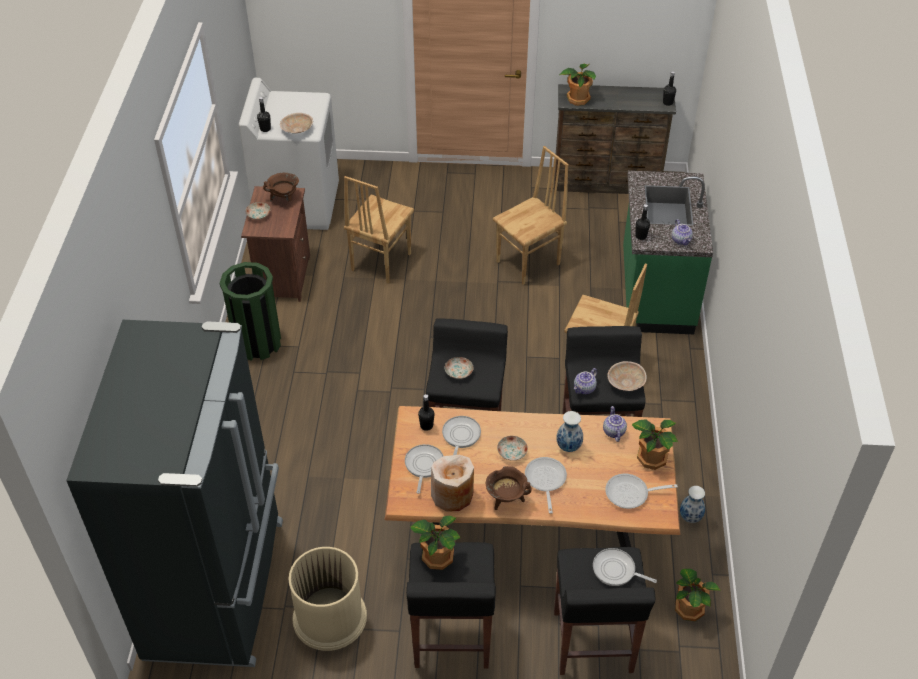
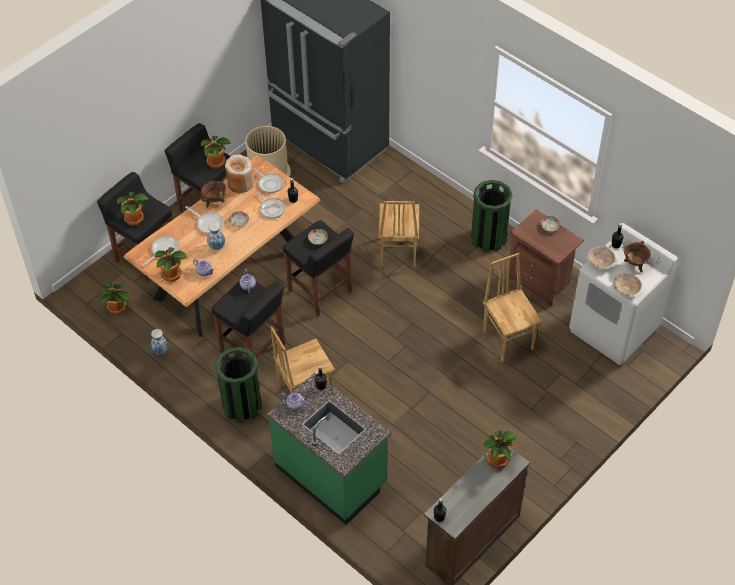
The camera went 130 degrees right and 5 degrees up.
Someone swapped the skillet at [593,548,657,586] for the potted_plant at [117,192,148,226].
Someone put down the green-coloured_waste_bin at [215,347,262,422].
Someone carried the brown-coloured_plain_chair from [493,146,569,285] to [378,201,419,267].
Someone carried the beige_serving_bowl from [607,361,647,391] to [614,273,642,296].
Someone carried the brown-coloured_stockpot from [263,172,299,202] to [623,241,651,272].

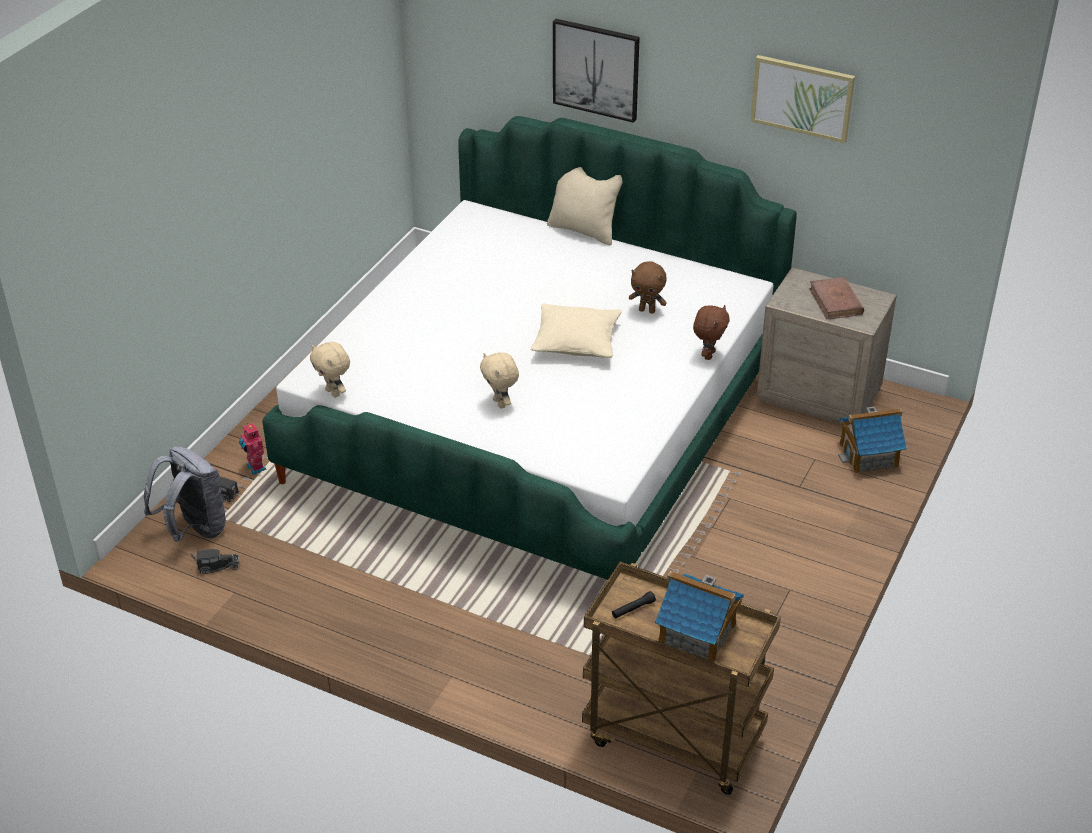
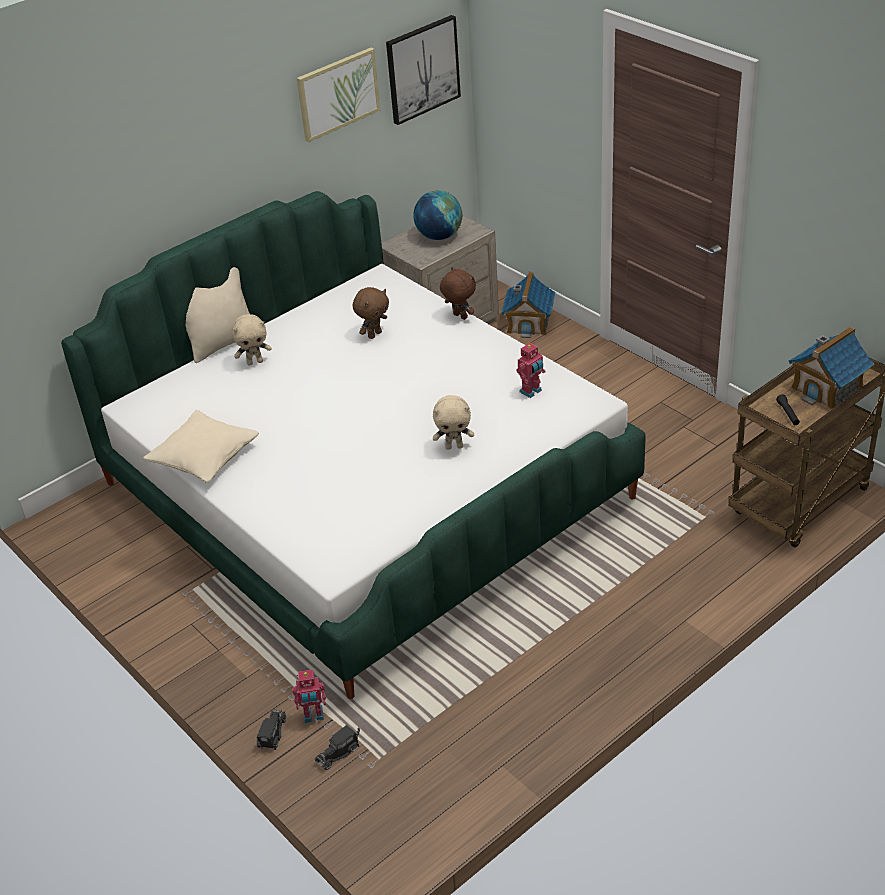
The camera went 65 degrees left and 0 degrees up.
Someone carried the beige_pillow from [531,303,622,358] to [143,410,259,483].
Someone carried the beige_cuddly_toy from [310,342,350,397] to [232,314,272,366].
Someone carried the toy_lorry from [191,549,239,574] to [257,709,286,750].
Someone carried the picture from [553,19,640,123] to [386,15,461,125].
Someone swapped the brown-coloured_book at [809,277,864,319] for the globe at [413,190,462,240].
Someone put down the robot_figure at [516,343,546,398].
Someone took away the grey_rucksack at [144,446,226,542].

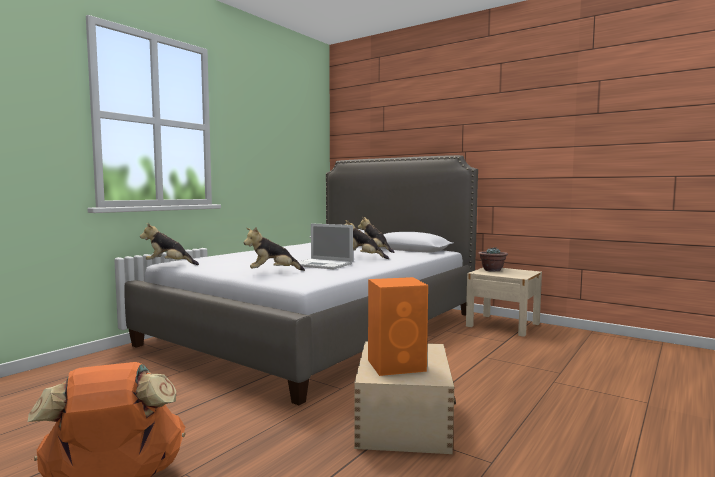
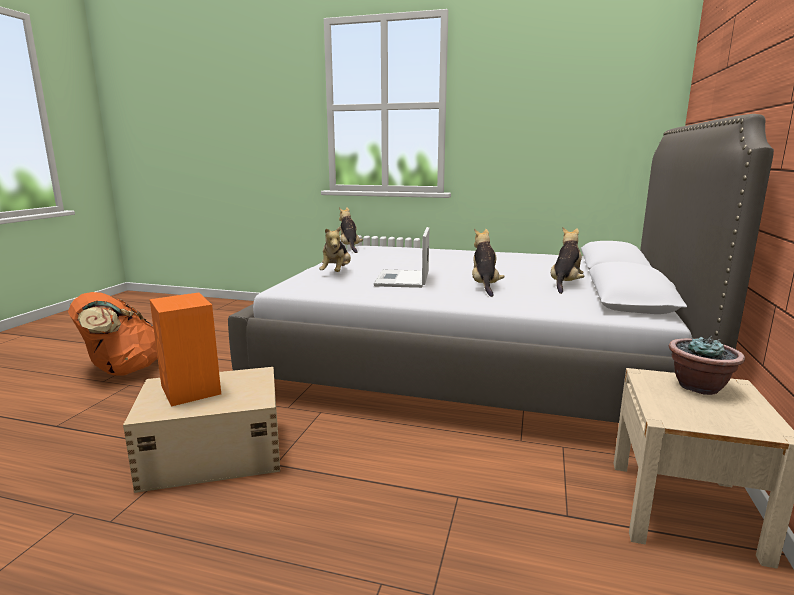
The camera went 70 degrees right and 10 degrees up.
Someone rotated the cuddly_toy at [244,227,305,271] by 135 degrees counterclockwise.

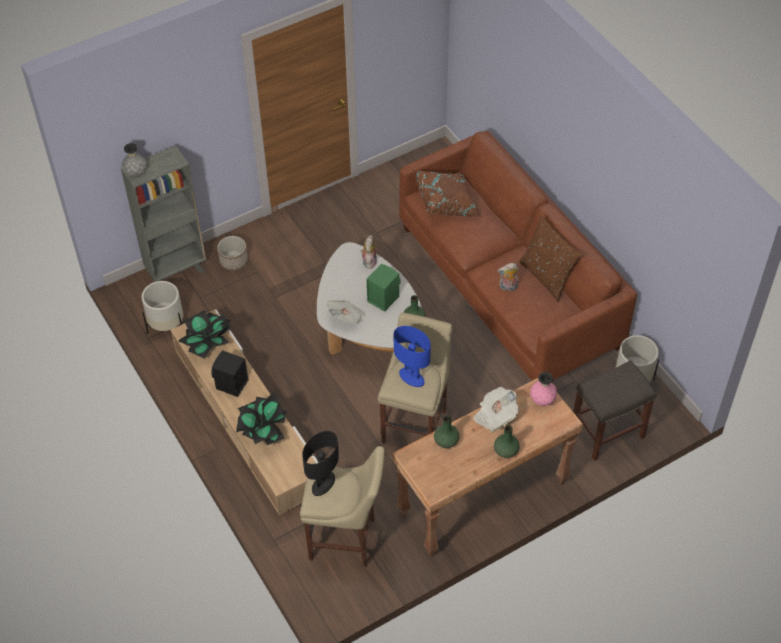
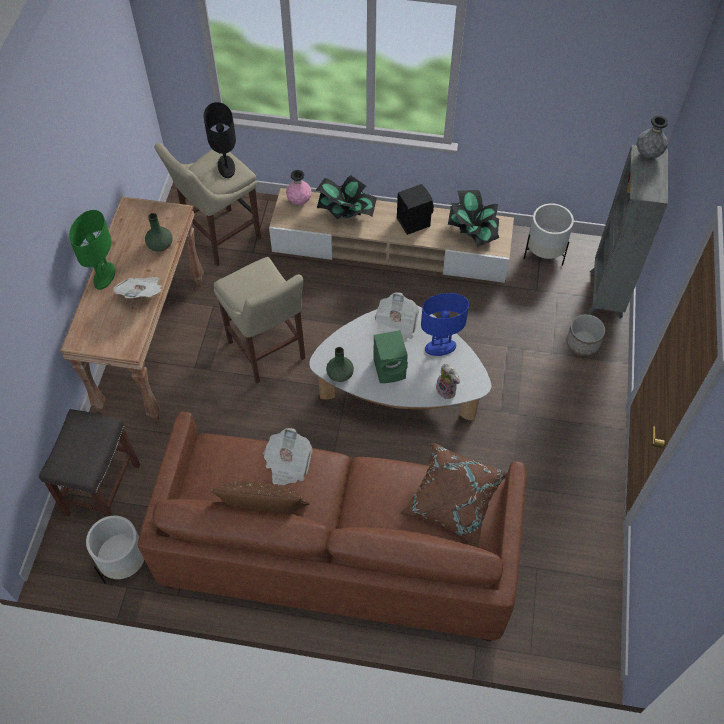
The camera went 130 degrees right and 5 degrees up.
Someone swapped the green-coloured_decorative_vase at [494,425,520,458] for the green-coloured_table_lamp at [69,210,115,290].
Someone swapped the cuddly_toy at [498,263,518,291] for the printed_paper at [263,428,313,485].
Someone carried the pink_decorative_vase from [530,372,557,406] to [286,170,312,205].
Someone carried the bluish_table_lamp from [394,326,431,387] to [421,293,469,356].

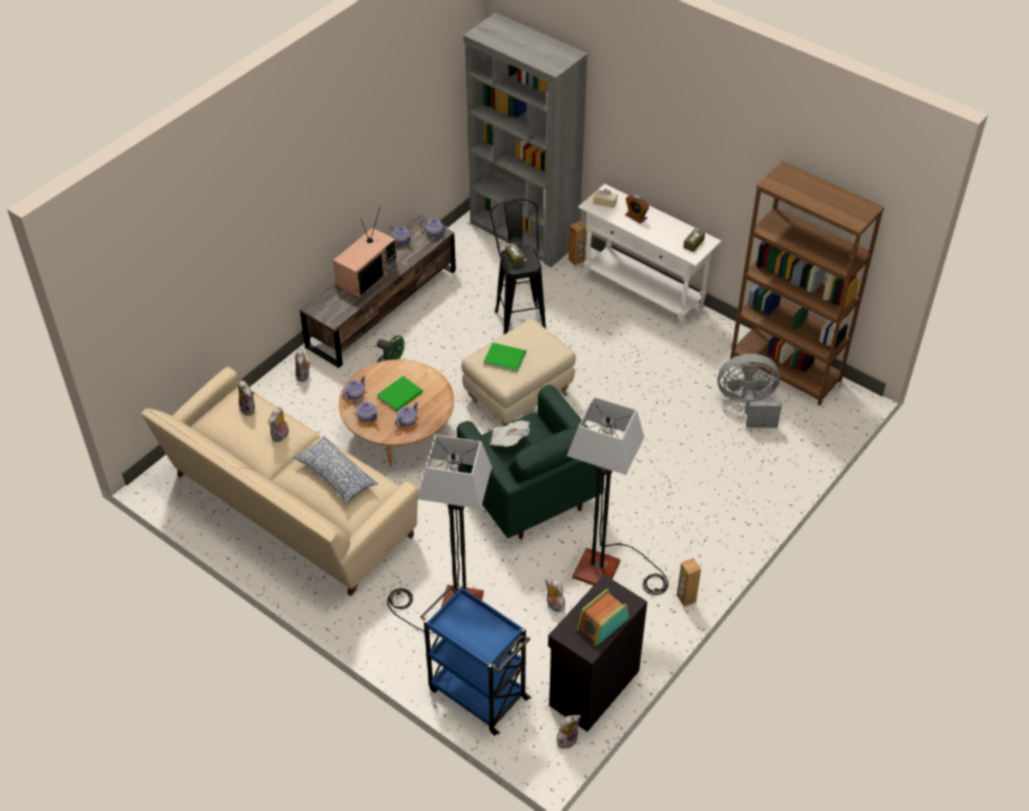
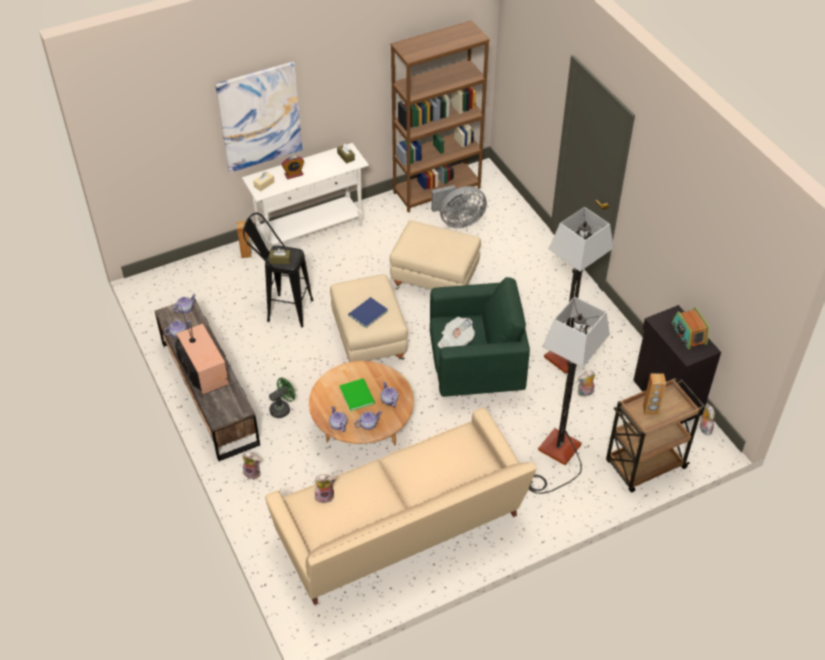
The camera went 65 degrees left and 0 degrees up.
Someone put up the picture at [215,62,302,173].
Someone repainted the green-coloured_book at [484,342,526,372], which became the bluish_book at [348,297,388,328].
Someone put down the beige_footrest at [390,220,481,290].
Someone rotated the grey_fan at [718,354,782,428] by 135 degrees counterclockwise.
Someone repainted the bluish_cart at [420,585,531,736], which became the brown-coloured_cart at [606,378,705,493].
Someone carried the brown-coloured_speaker from [677,558,701,607] to [643,374,666,415].
Someone took away the cuddly_toy at [268,407,289,442].
Someone took away the pillow at [294,436,378,504].
Someone took away the grey_shelving_unit at [463,13,588,267].

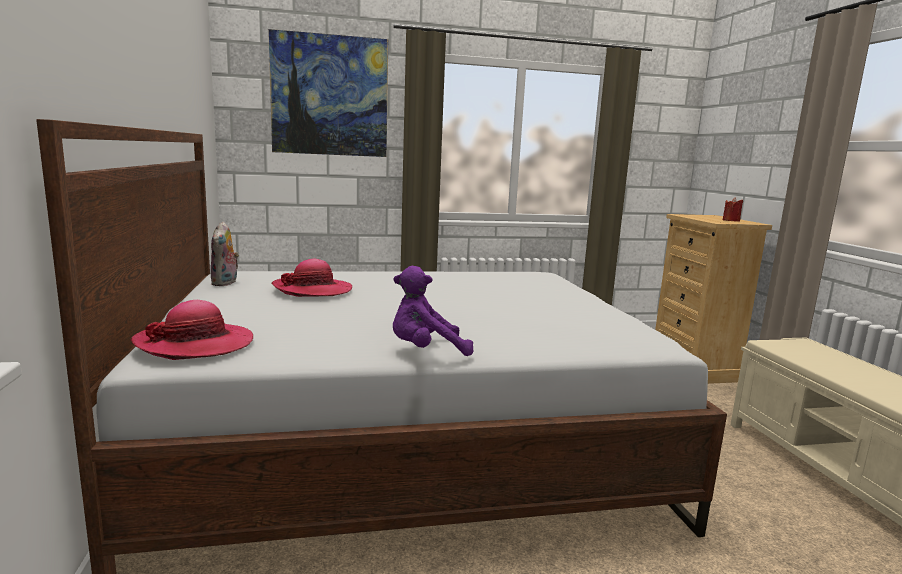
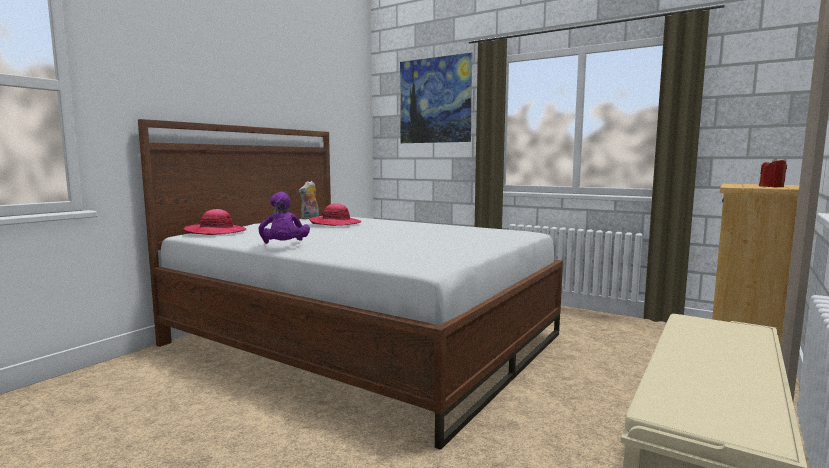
The camera went 45 degrees right and 5 degrees down.
Someone rotated the purple_cuddly_toy at [393,266,473,356] by 135 degrees counterclockwise.

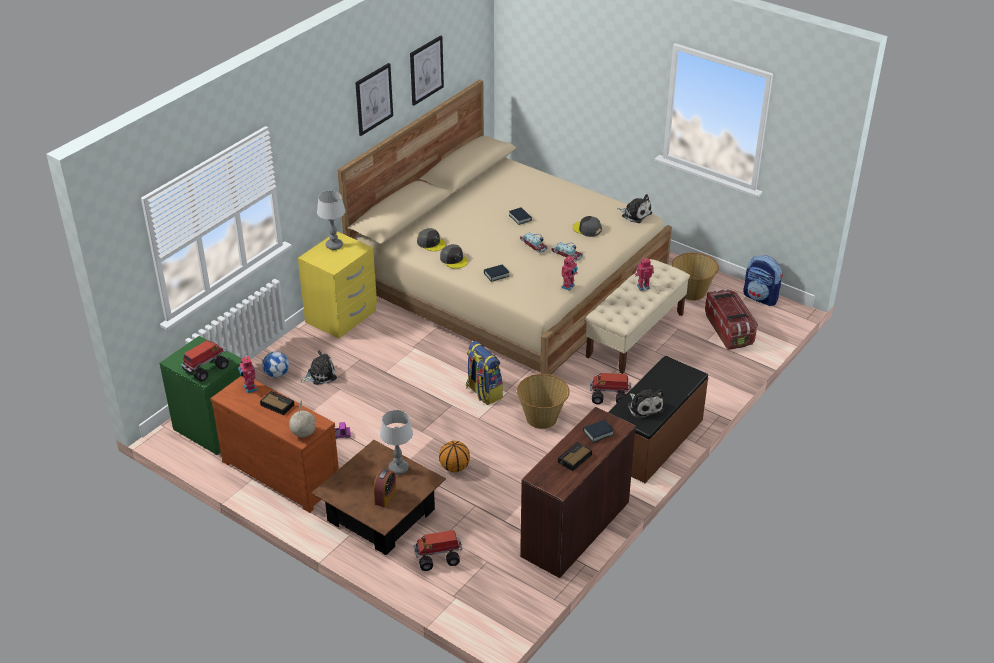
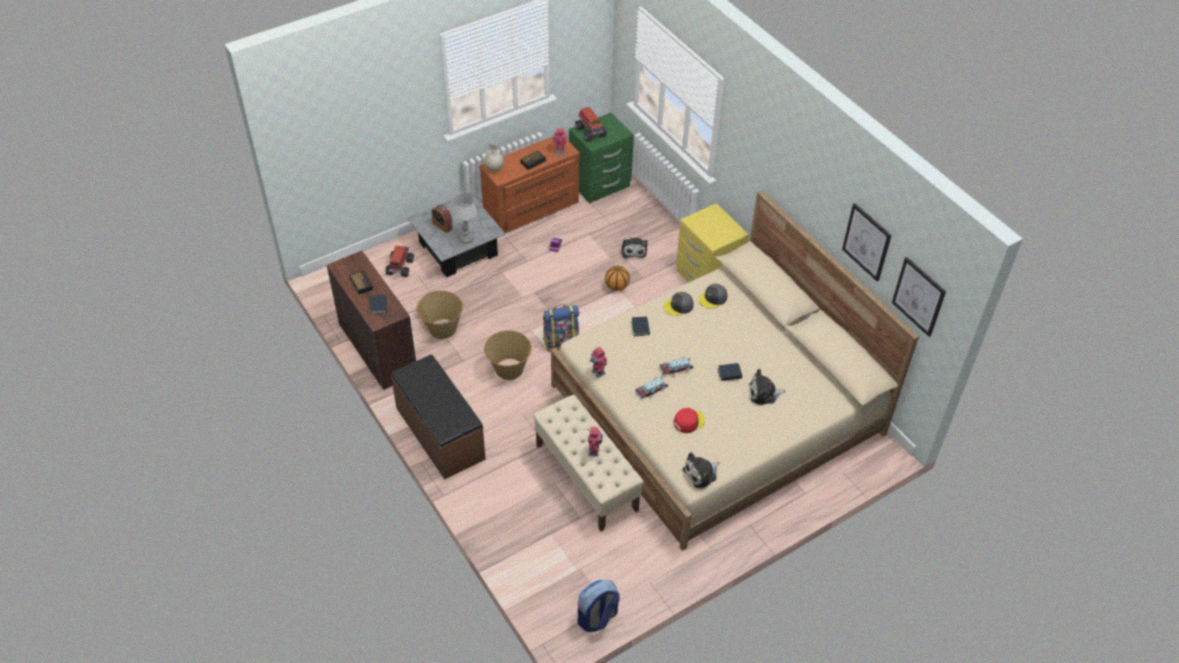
The camera went 110 degrees right and 10 degrees up.
Someone repainted the brown-coloured_low_table at [311,440,446,555], which became the grey_low_table at [407,192,506,277].
Someone carried the household_basket from [672,253,719,301] to [417,291,463,339].
Someone carried the basketball from [439,441,470,472] to [605,266,630,291].
Someone repainted the grey_peaked_cap at [573,216,602,237], which became the reddish_peaked_cap at [674,408,705,433].
Someone carried the cuddly_toy from [627,389,663,419] to [749,369,786,405].
Someone carried the picture from [355,63,393,136] to [892,257,946,337].
Someone took away the ball_for_football at [262,351,289,378].
Someone took away the table_lamp at [317,191,346,250].
Someone took away the toy_lorry at [589,373,632,404].
Someone took away the storage_box at [705,289,758,350].

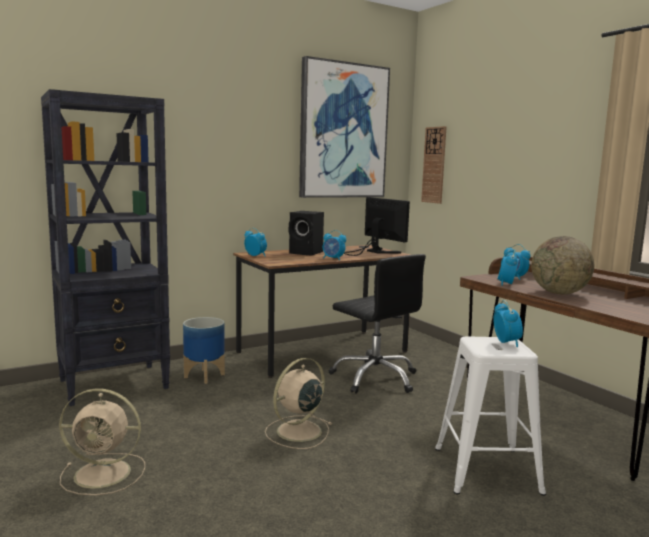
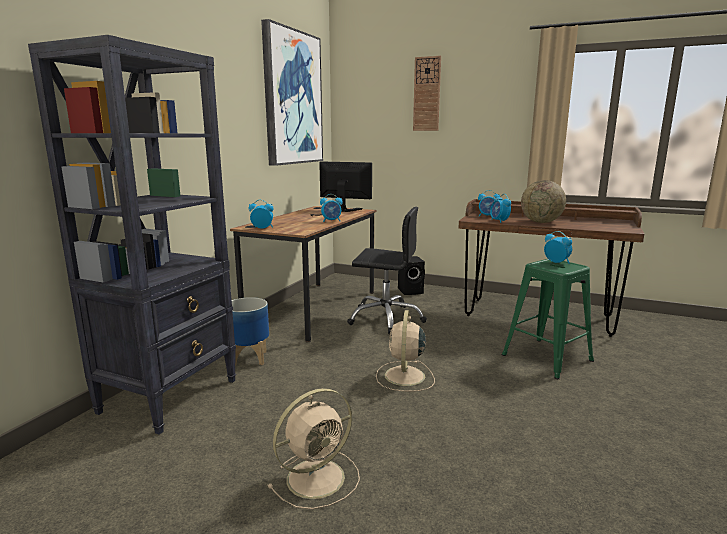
The camera went 35 degrees left and 5 degrees up.
Someone carried the blackish_speaker from [289,211,324,255] to [398,256,425,295].
Someone carried the clock_on_the_wall from [421,126,447,204] to [413,56,441,131].
Someone repainted the white-coloured_stool at [435,336,546,496], which became the green-coloured_stool at [502,259,594,379].

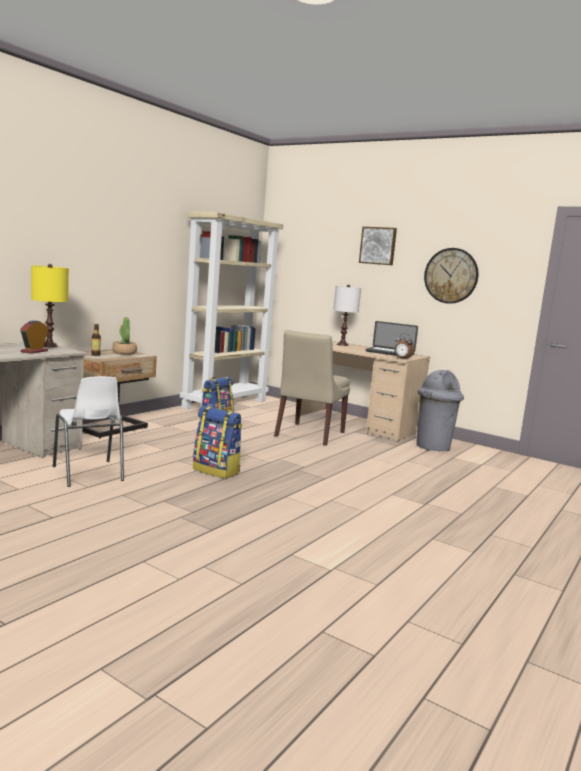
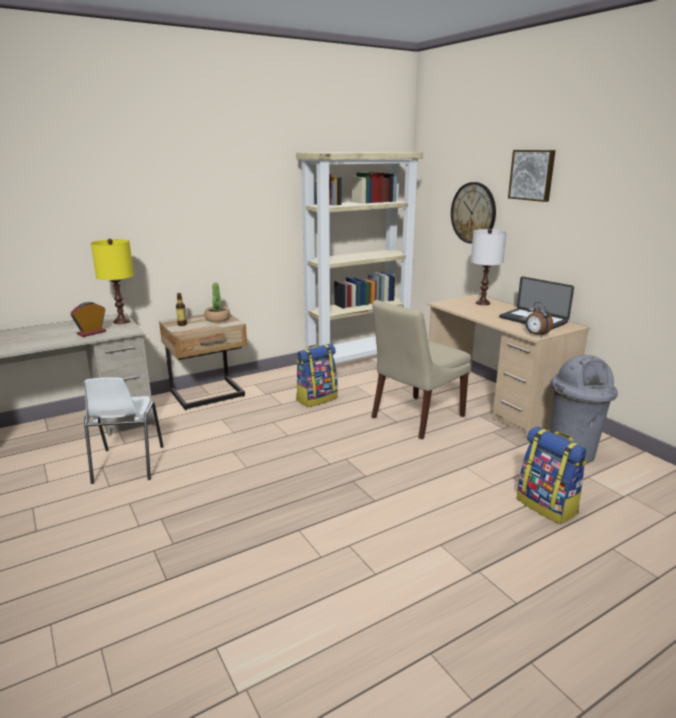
The camera went 25 degrees right and 10 degrees up.
Someone carried the clock_on_the_wall from [424,248,478,304] to [451,182,496,244].
Someone carried the rucksack from [193,406,242,479] to [517,427,587,524].

